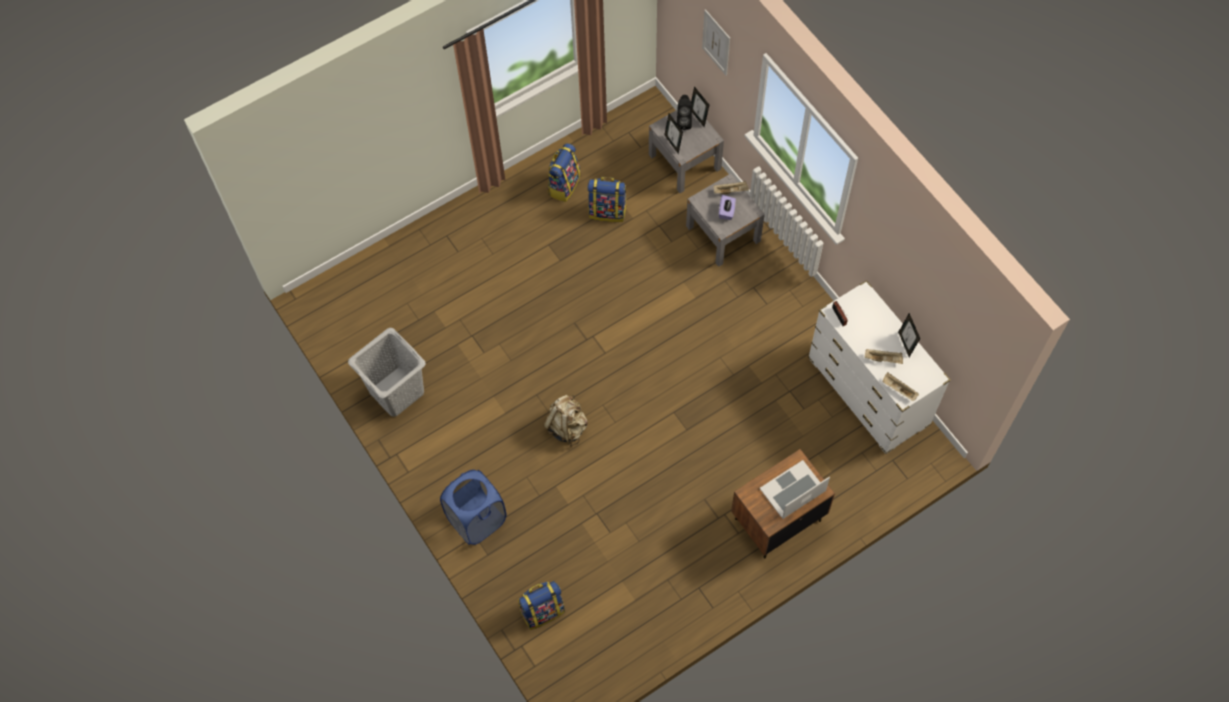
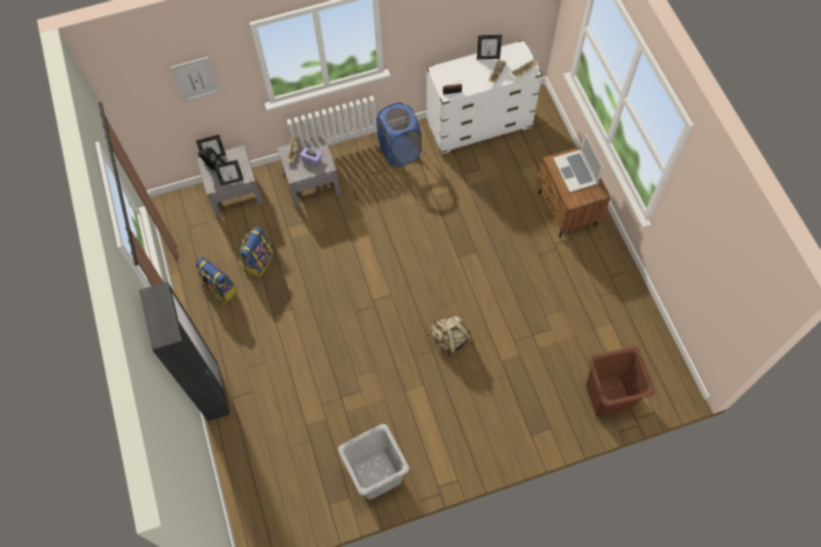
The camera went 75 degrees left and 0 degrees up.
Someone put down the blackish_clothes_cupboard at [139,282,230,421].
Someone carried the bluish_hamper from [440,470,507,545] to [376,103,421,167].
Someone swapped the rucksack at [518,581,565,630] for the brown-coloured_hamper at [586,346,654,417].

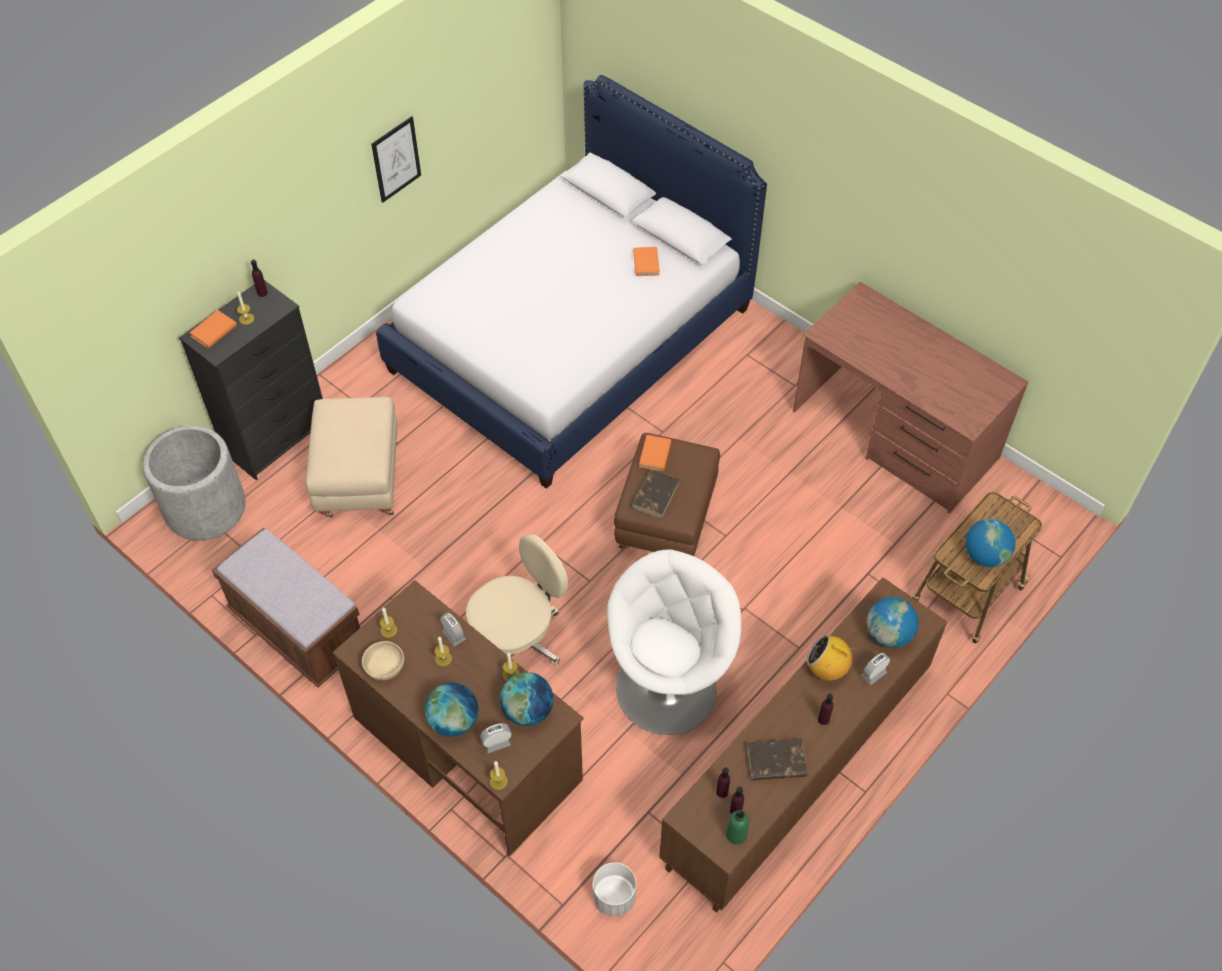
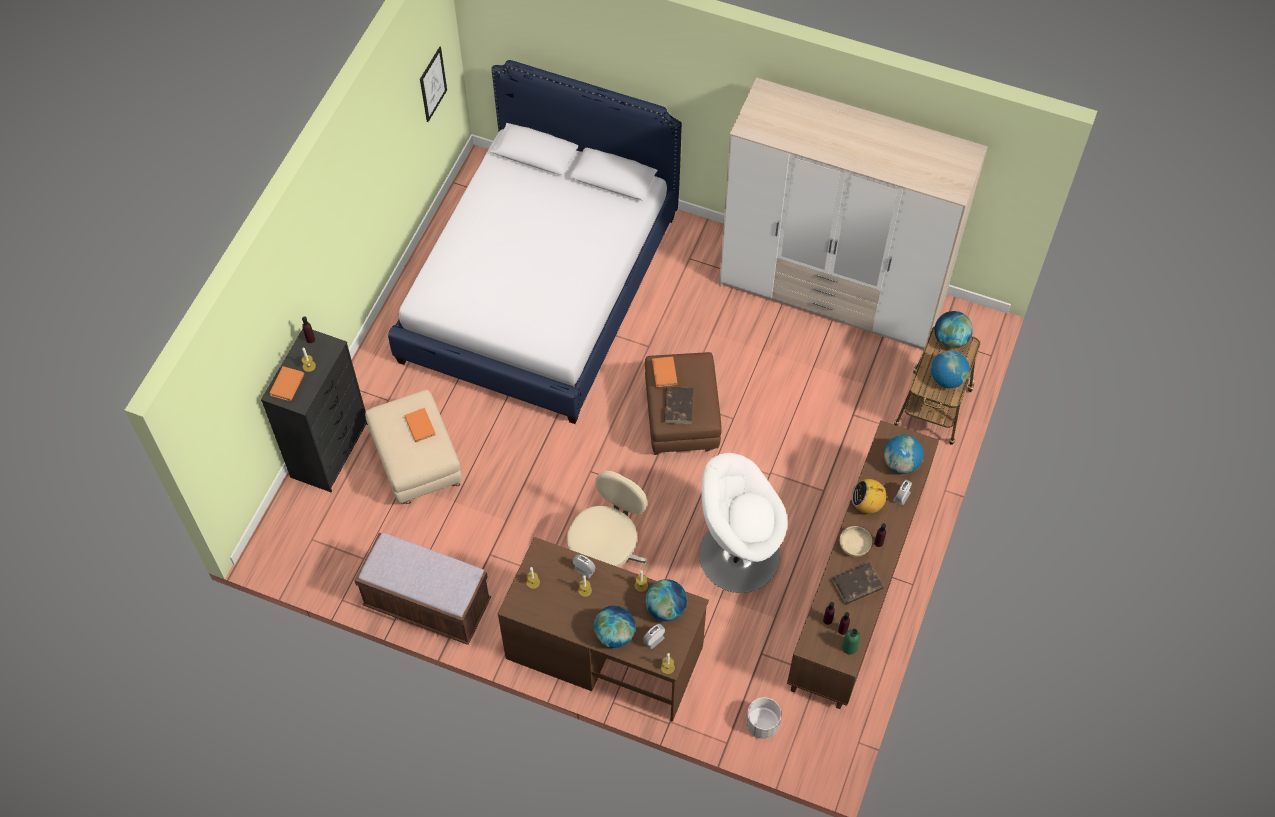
The camera went 20 degrees left and 5 degrees up.
Someone carried the orange_book from [633,247,660,276] to [405,408,436,442].
Someone carried the picture from [371,116,421,203] to [420,46,447,122].
Someone rotated the white-coloured_armchair at [607,549,741,735] by 105 degrees counterclockwise.
Someone swapped the brown-coloured_desk_table at [793,282,1029,513] for the clothes_cupboard at [719,77,988,350].
Someone carried the beige_serving_bowl from [362,641,404,680] to [840,526,872,557].
Someone put down the globe at [934,311,973,349].
Someone took away the grey_planter at [143,426,246,541].

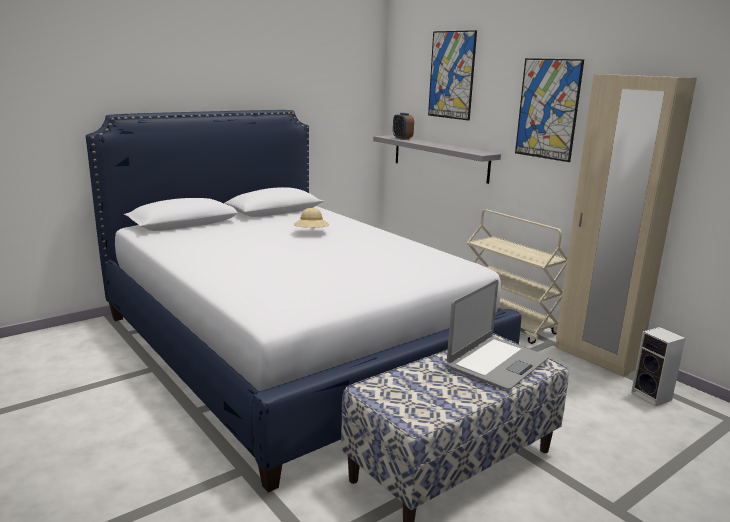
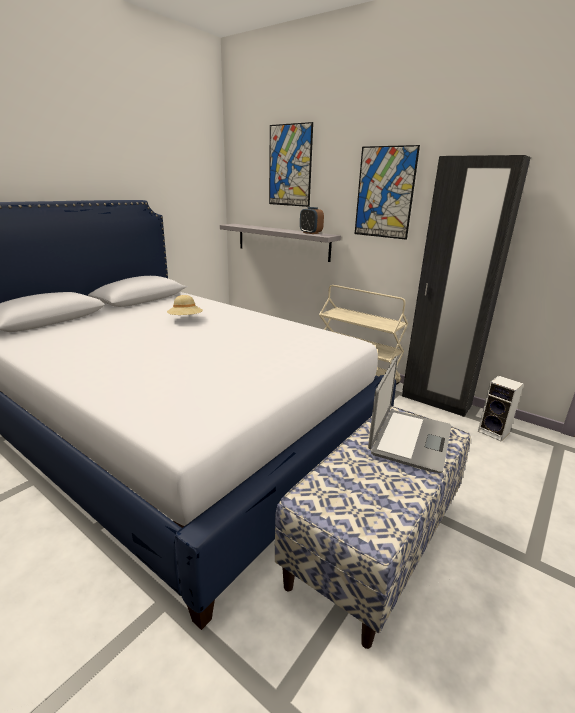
The camera went 15 degrees left and 5 degrees up.
Someone carried the bedside_clock from [393,113,414,140] to [300,207,324,234].
Someone repainted the beige_clothes_cupboard at [555,74,697,377], which became the blackish_clothes_cupboard at [402,155,531,417].

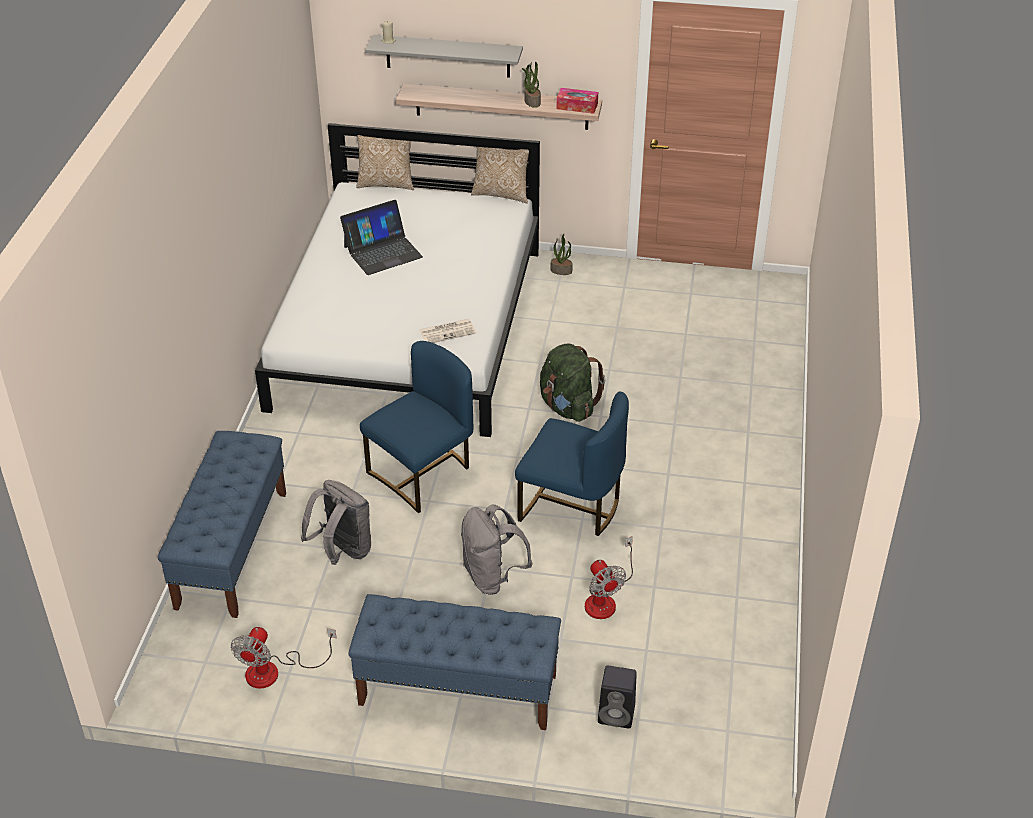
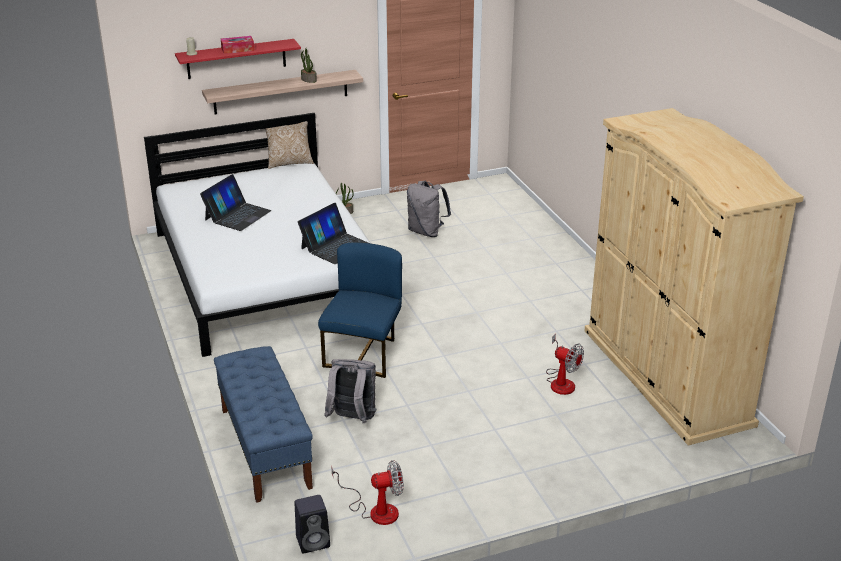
The camera went 30 degrees left and 10 degrees down.
Someone repainted the grey_bracket_shelf at [365,35,523,78], which became the reddish_bracket_shelf at [175,39,301,79].
Someone carried the tissue_holder from [557,88,598,114] to [221,36,255,54].
Someone carried the blackish_speaker from [598,666,637,728] to [294,495,330,553].
Someone swapped the printed_paper at [419,319,476,343] for the notebook_computer at [298,203,371,264].
Someone rotated the fan at [231,627,336,688] by 90 degrees counterclockwise.
Someone carried the grey_rucksack from [461,504,532,595] to [407,181,451,237].
Someone put down the beige_clothes_cupboard at [584,108,804,446].
Someone took away the bluish_indoor_bench at [348,594,561,730].
Someone took away the pillow at [356,135,414,190].
Someone took away the bluish_plain_chair at [515,392,629,536].
Someone took away the green-coloured_rucksack at [540,344,606,422].

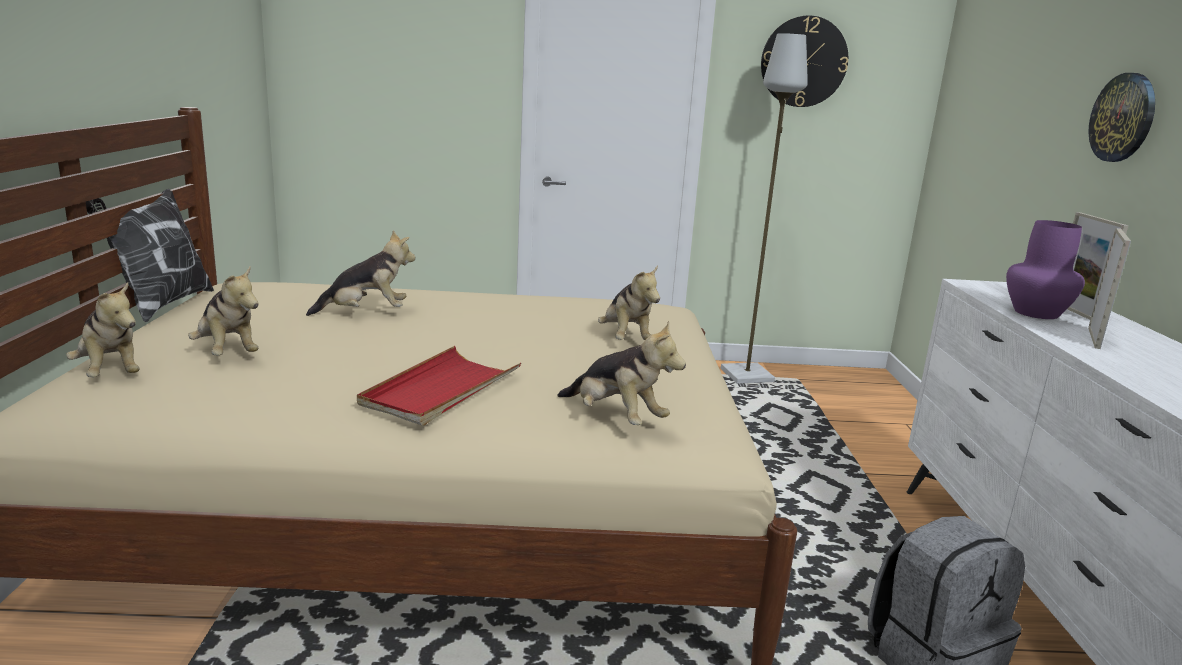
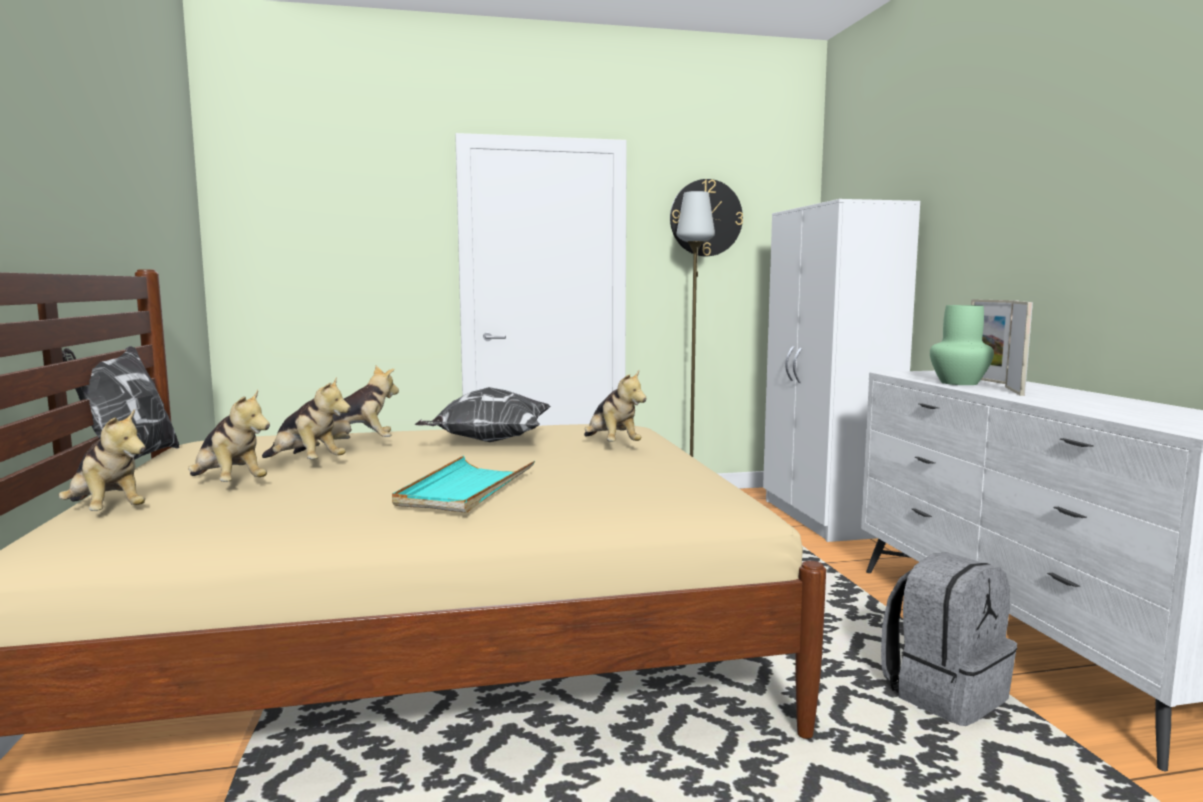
The camera went 10 degrees left and 10 degrees down.
Someone carried the cuddly_toy from [557,321,686,425] to [262,377,351,459].
Someone repainted the reddish_carrying_tray at [357,346,521,426], which became the turquoise_carrying_tray at [392,456,535,513].
Someone put down the pillow at [415,387,551,442].
Someone put down the white-coloured_clothes_cupboard at [763,199,920,542].
Someone repainted the purple_decorative_vase at [1006,220,1085,319], which became the green-coloured_decorative_vase at [930,305,994,385].
Someone took away the clock_on_the_wall at [1088,73,1155,162].

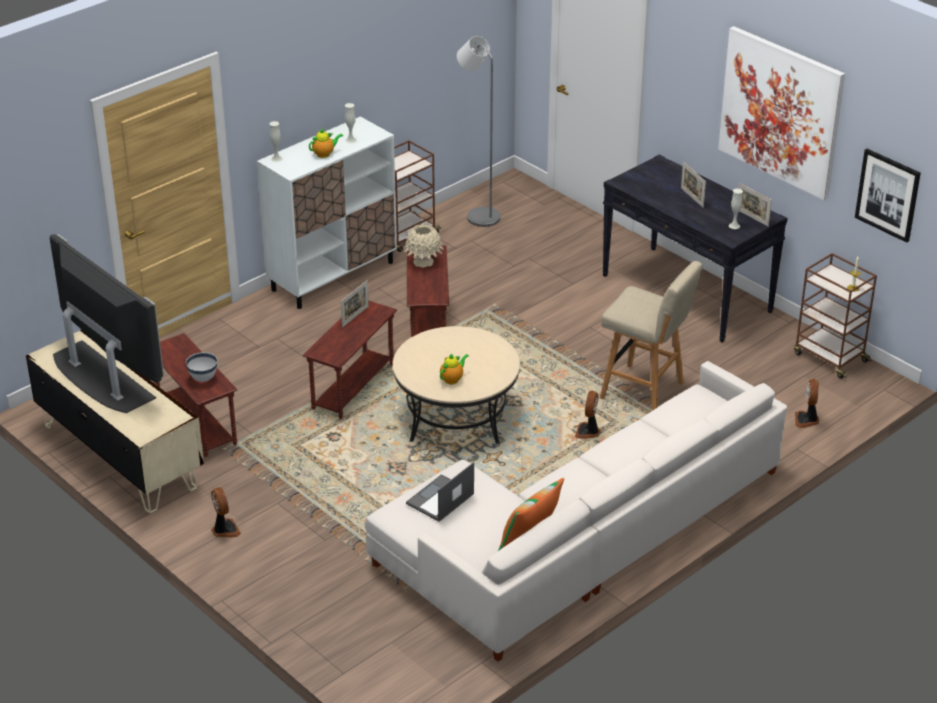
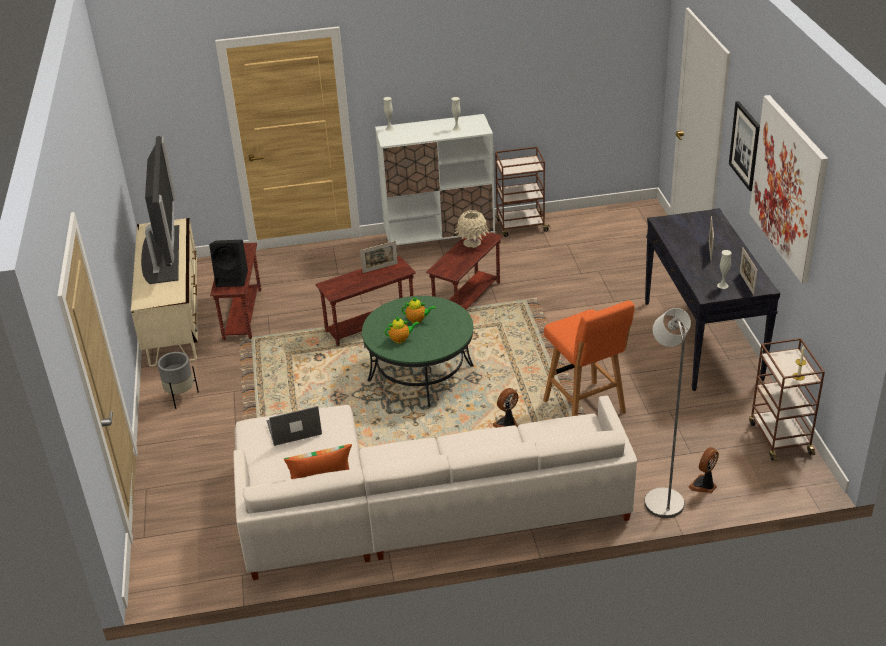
The camera went 35 degrees right and 0 degrees up.
Someone swapped the fan at [211,487,241,538] for the grey_planter at [157,352,199,409].
Someone swapped the white-coloured_serving_bowl at [186,352,217,382] for the blackish_speaker at [209,240,248,287].
Someone repainted the beige_low_table at [393,326,520,444], which became the green-coloured_low_table at [362,296,474,407].
Someone carried the pot_for_tea from [309,128,343,158] to [401,297,436,323].
Someone repainted the beige_stool at [600,261,702,411], which became the orange_stool at [543,300,635,416].
Someone carried the grey_standing_lamp from [457,36,501,227] to [644,308,691,518].
Someone carried the picture from [855,149,921,243] to [729,101,760,191].

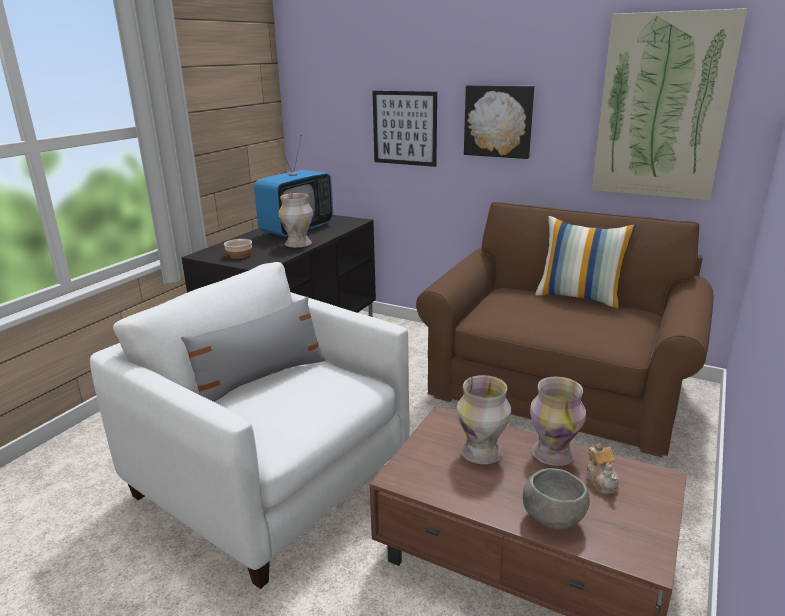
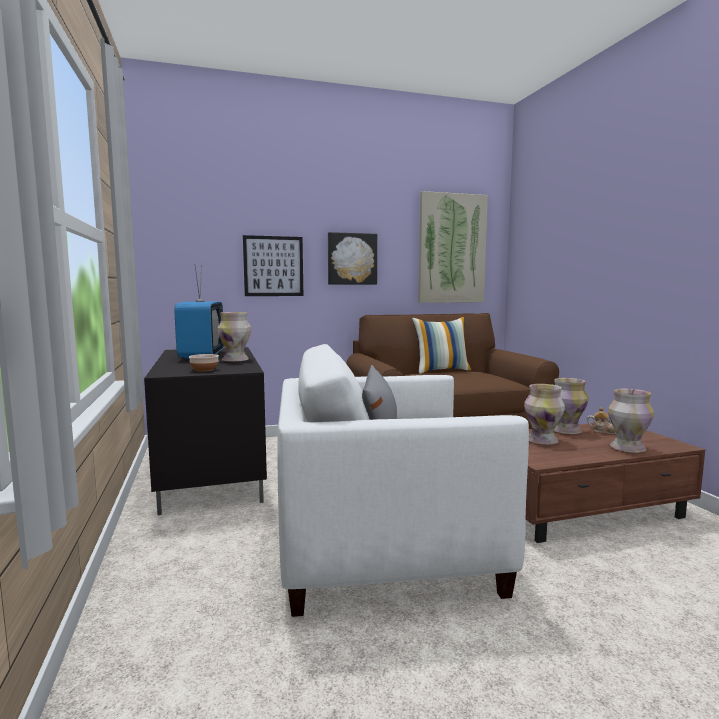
The camera went 45 degrees left and 15 degrees down.
Someone swapped the grey_serving_bowl at [523,468,590,530] for the decorative_vase at [608,389,654,453].

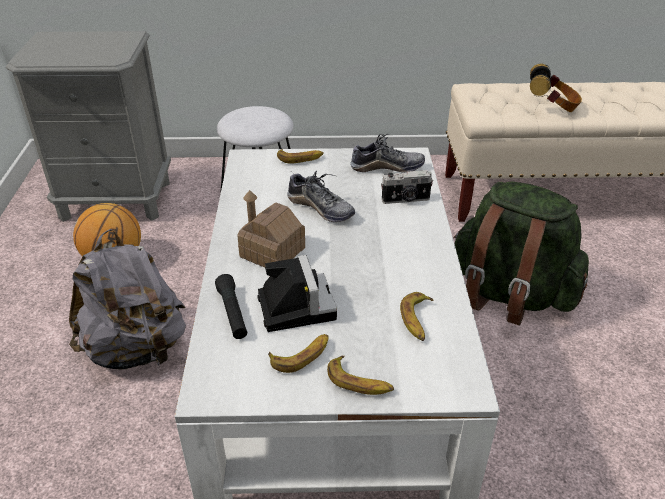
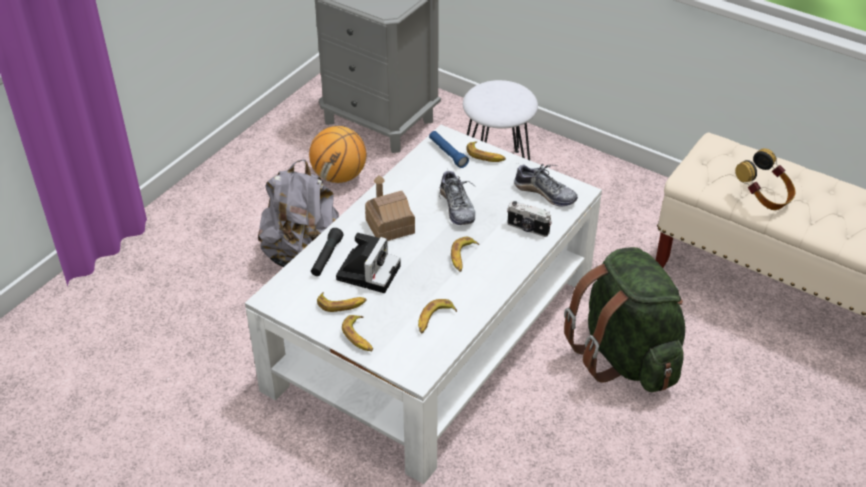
The camera went 35 degrees right and 5 degrees up.
Someone put down the bluish_flashlight at [429,131,469,168].
Someone put down the banana at [451,237,479,272].

